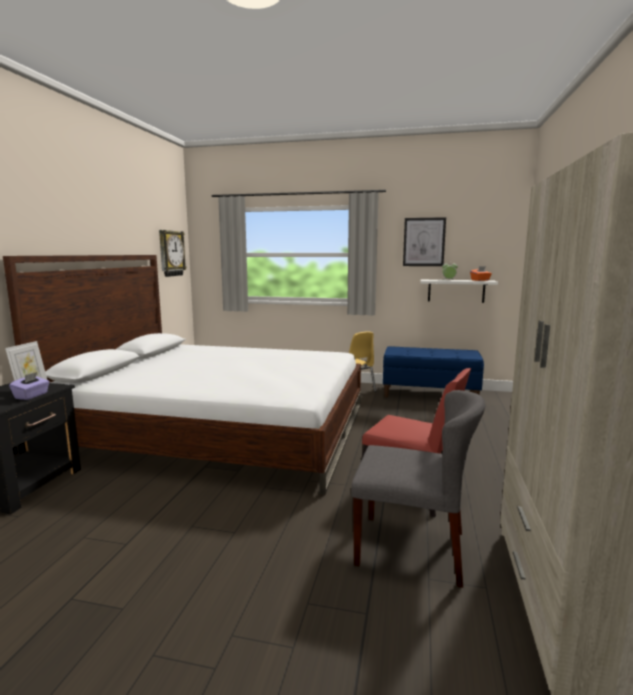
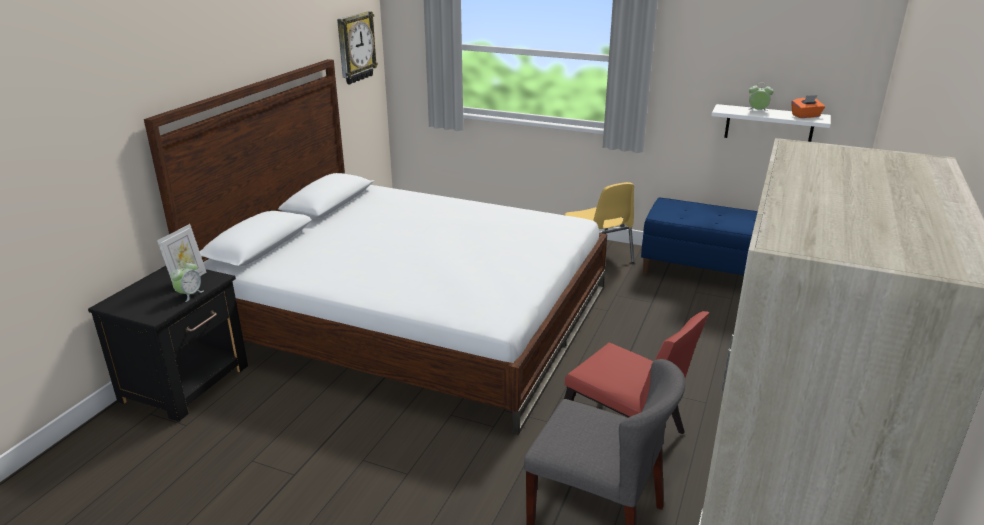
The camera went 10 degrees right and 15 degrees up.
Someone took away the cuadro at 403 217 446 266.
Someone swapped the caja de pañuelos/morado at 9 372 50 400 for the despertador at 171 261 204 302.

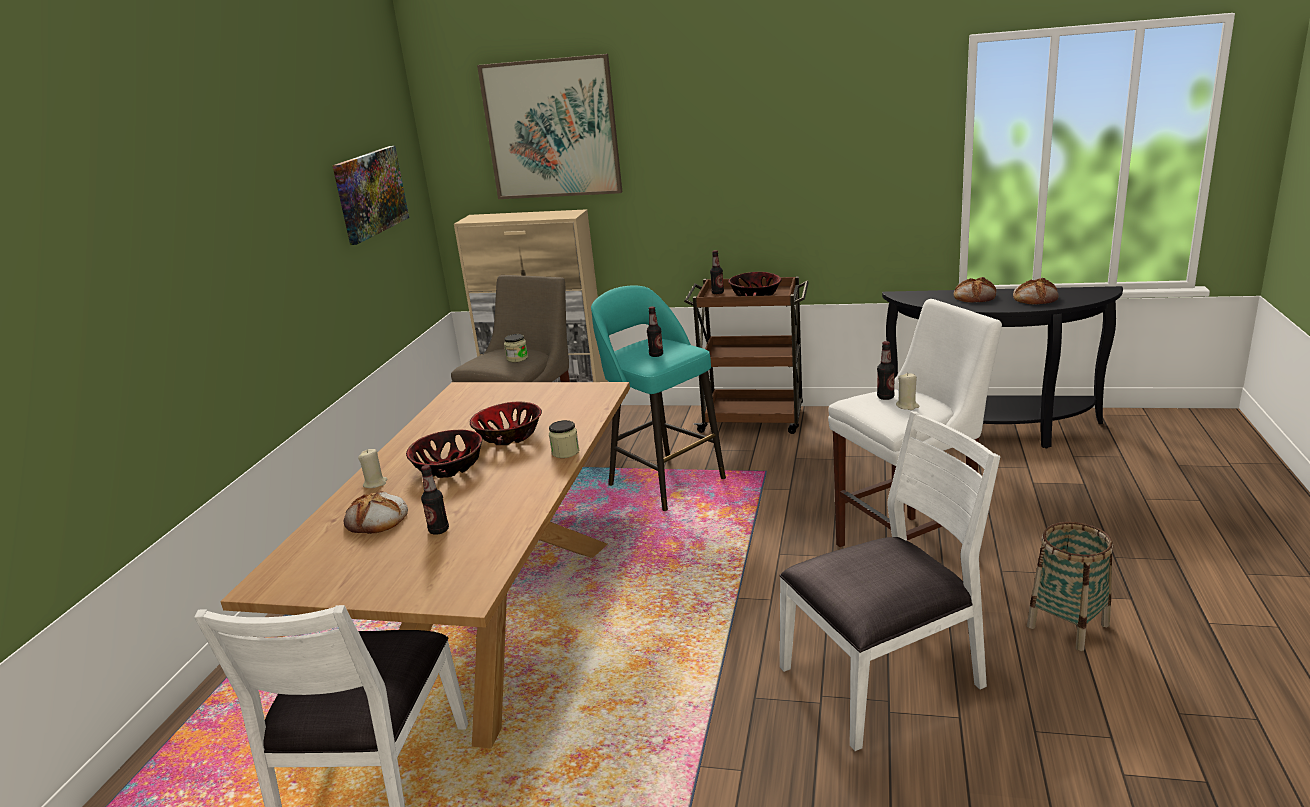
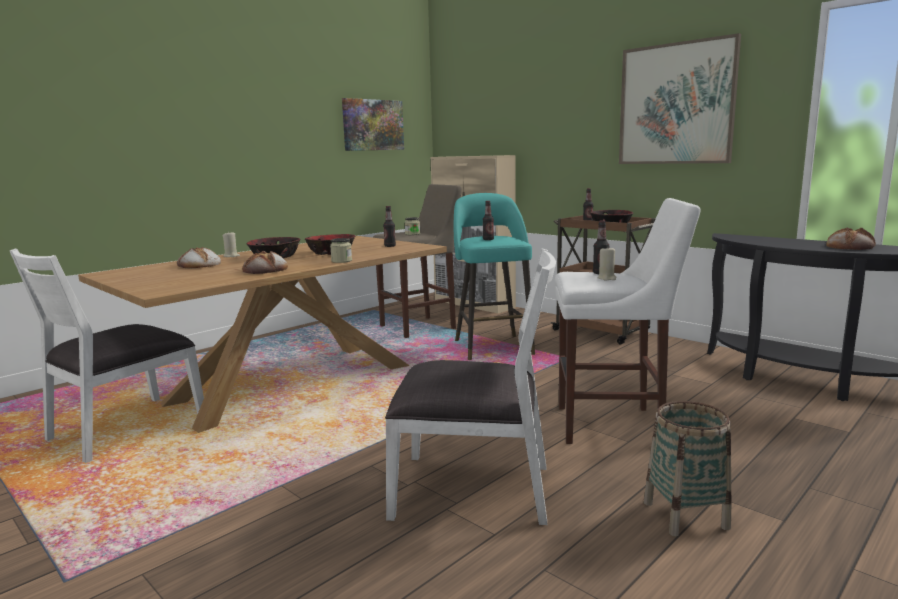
The camera went 30 degrees right and 10 degrees down.
Someone carried the cuadro from 477 54 622 199 to 619 33 741 164.
Someone carried the pan from 954 277 996 303 to 242 251 288 274.
Someone carried the botella from 421 465 449 535 to 383 206 396 247.

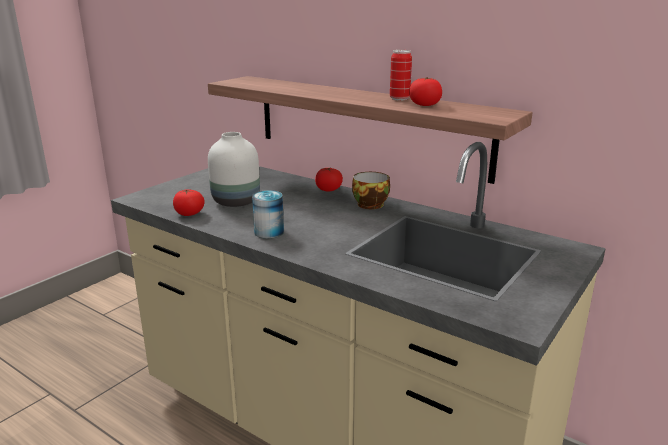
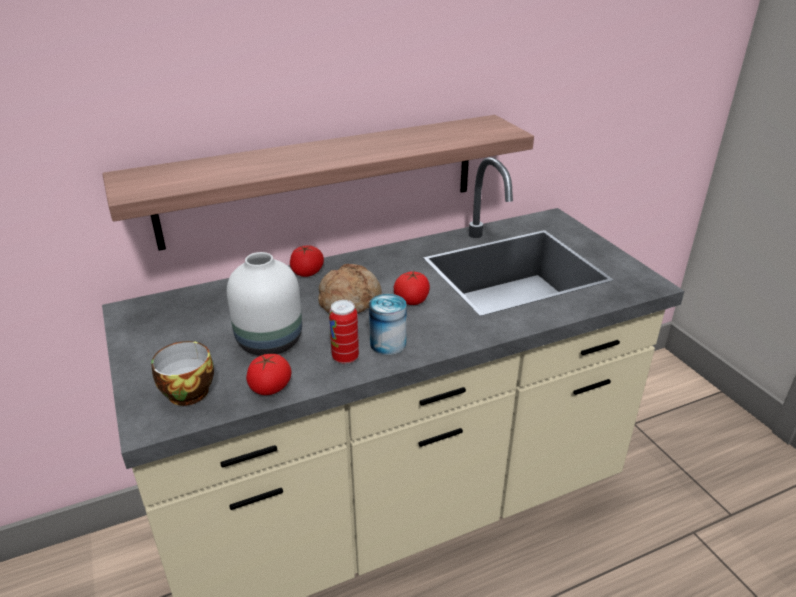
The camera went 60 degrees left and 10 degrees up.
Someone carried the lata from 390 50 412 101 to 329 300 359 364.
Someone carried the tomate from 409 77 442 106 to 394 270 430 305.
Someone carried the taza from 352 172 390 209 to 151 341 214 406.
Someone put down the pan at 318 264 382 314.

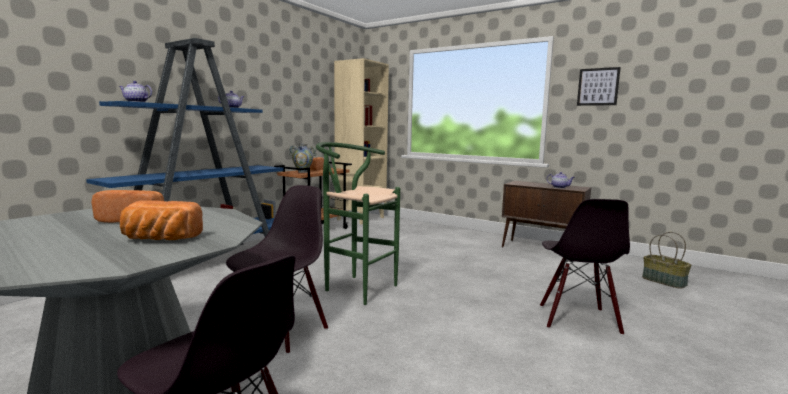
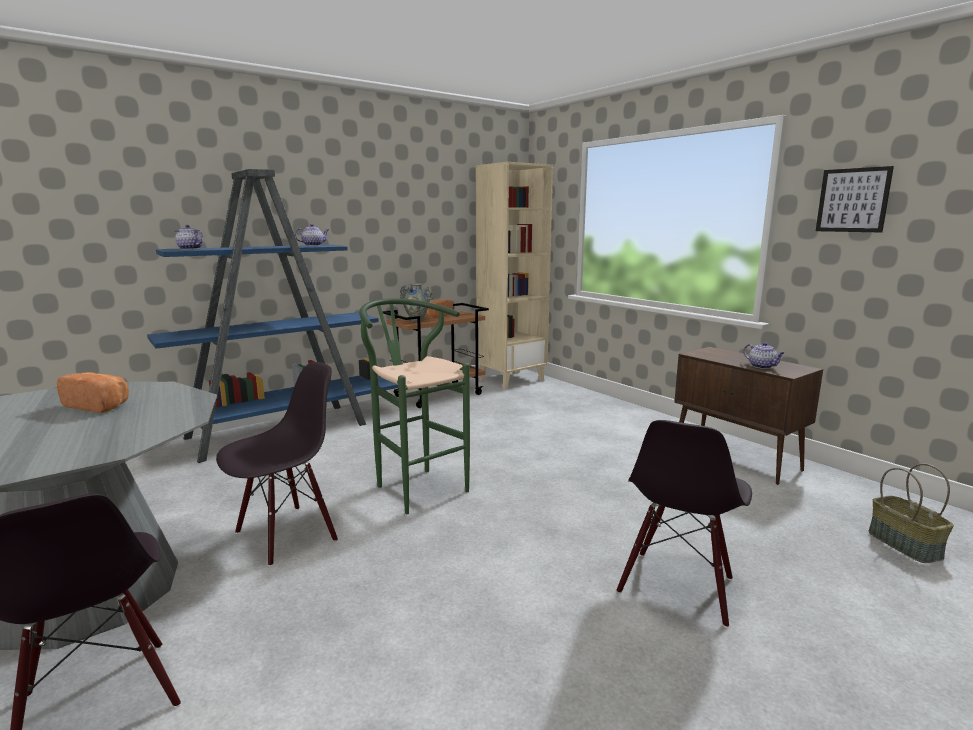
The camera went 20 degrees right and 5 degrees up.
Someone took away the pan at 120 200 203 240.

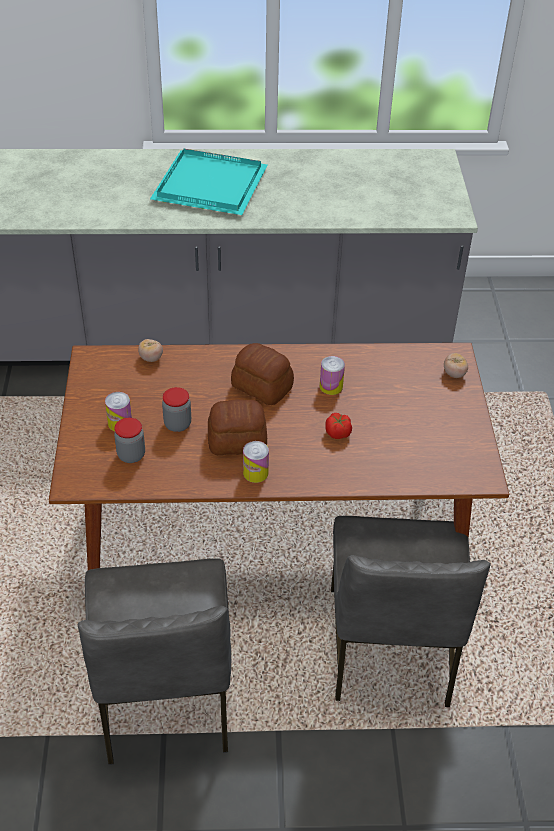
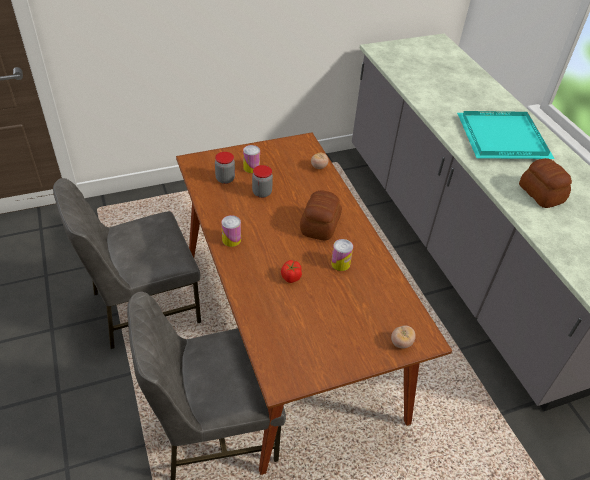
The camera went 70 degrees right and 0 degrees up.
Someone carried the pan from 208 399 267 455 to 519 158 572 208.

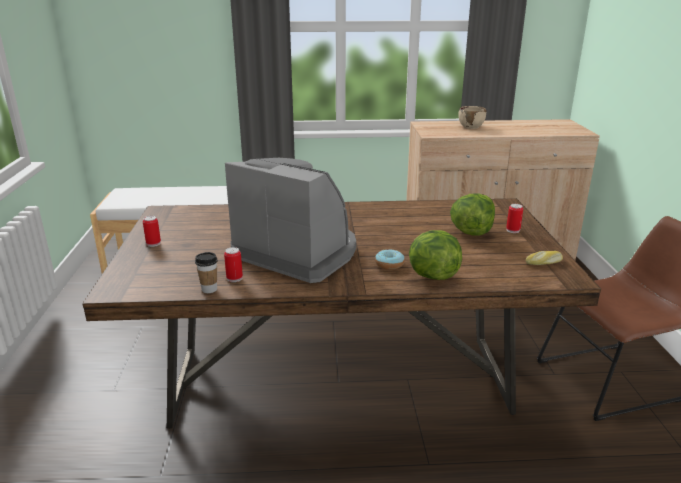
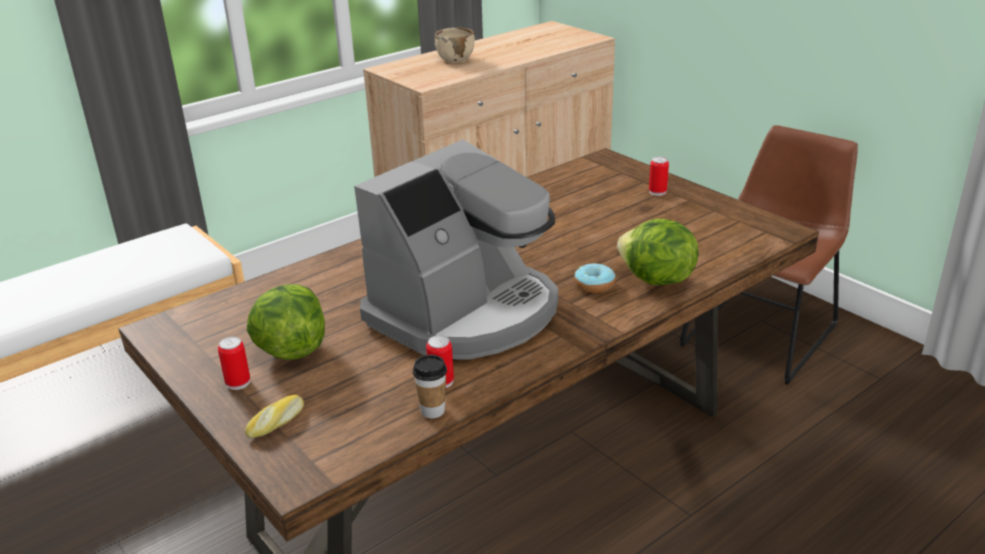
The camera went 35 degrees left and 5 degrees up.
Someone rotated the cafetera at 225 158 356 283 by 135 degrees clockwise.
Someone carried the lechuga from 450 193 495 235 to 247 284 325 360.
Someone carried the pan from 526 251 563 265 to 245 395 304 438.

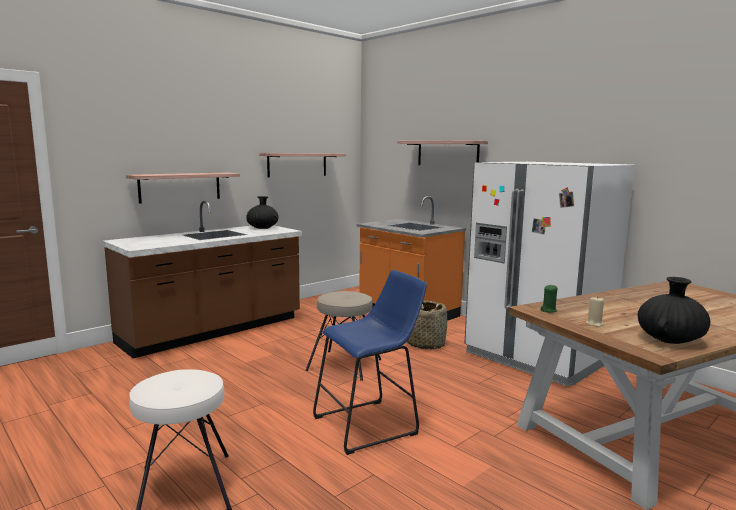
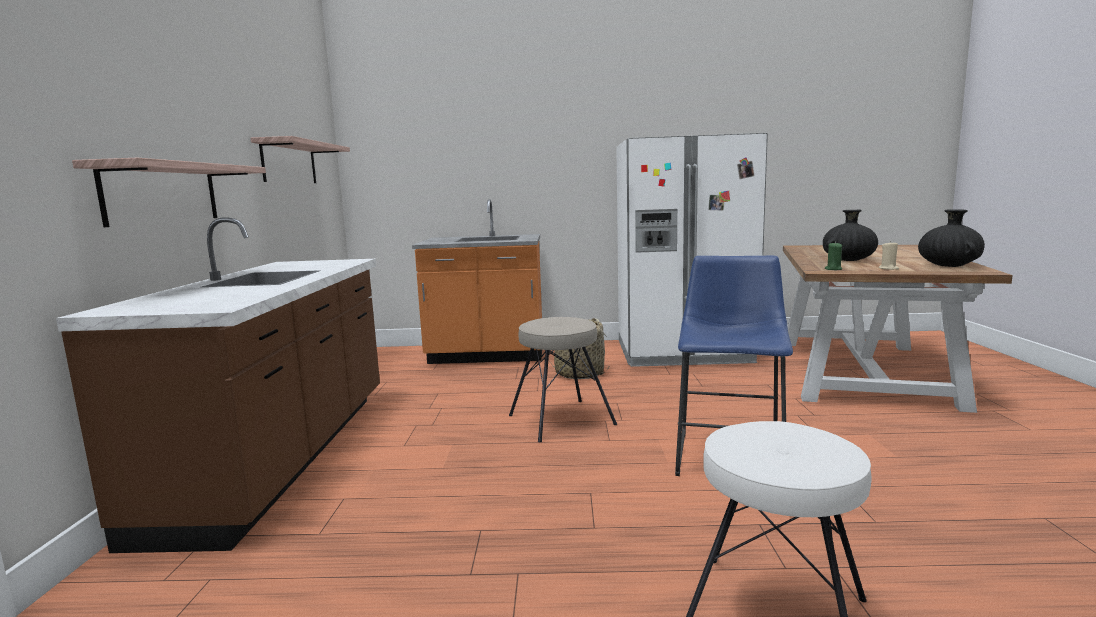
The camera went 45 degrees left and 0 degrees up.
Someone took away the estante at 397 141 488 165.
Someone carried the florero/negro from 246 196 278 229 to 823 210 878 261.

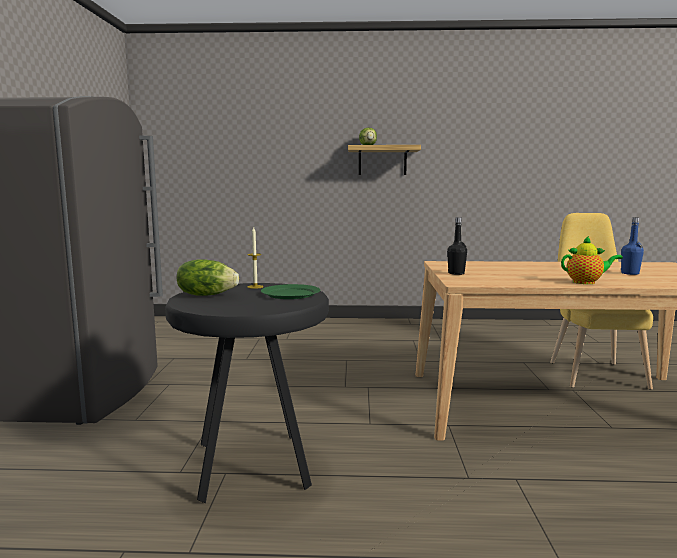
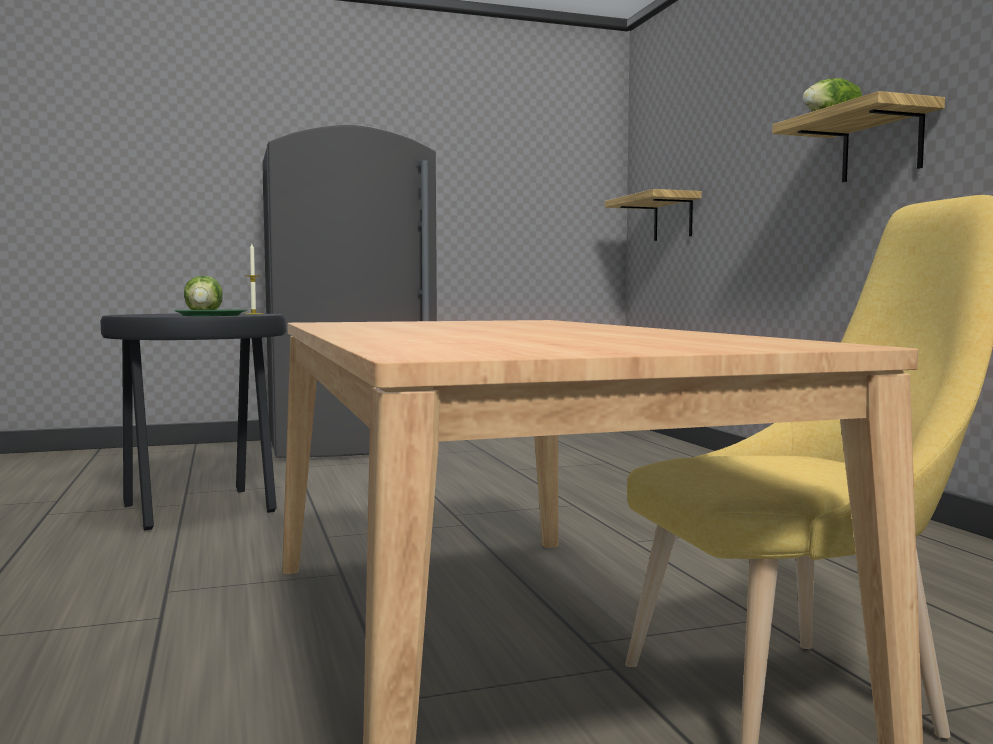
The camera went 70 degrees right and 5 degrees down.
Someone took away the botella/negro at 447 217 467 275.
Someone took away the botella/azul at 621 217 644 275.
Someone took away the tetera at 561 236 623 284.
Someone put up the estante at 605 189 702 241.

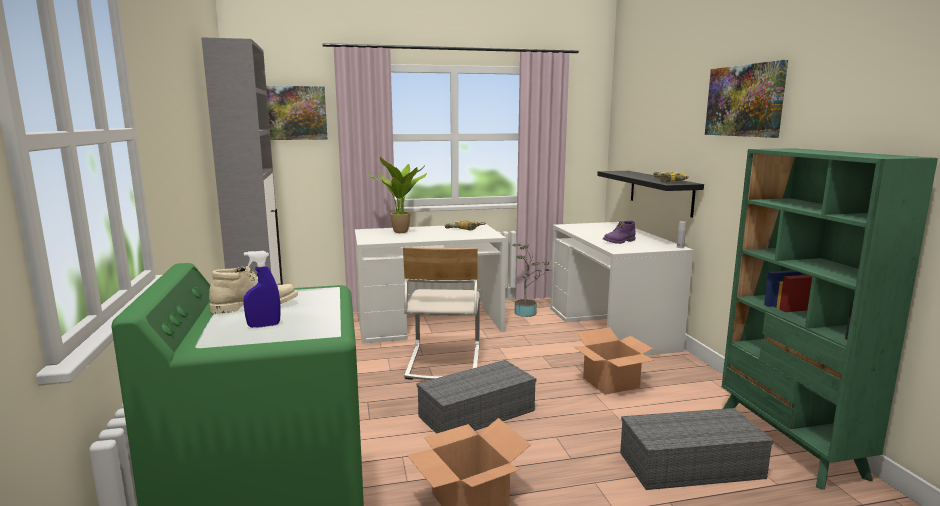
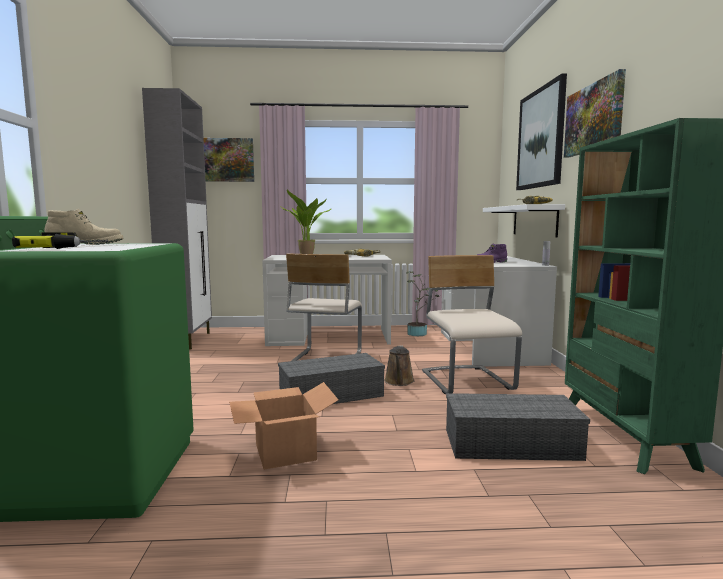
The camera went 10 degrees right and 5 degrees down.
Someone repainted the estante/negro at 597 171 704 218, which became the estante/blanco at 483 204 565 238.
Someone swapped the pulverizador/azul at 243 251 281 328 for the taladro at 12 232 108 249.
Someone swapped the caja de cartón at 574 327 655 395 for the silla/beis at 422 255 522 394.
Someone put up the cuadro at 516 73 567 190.
Someone put down the regadera/marrón at 384 345 415 386.

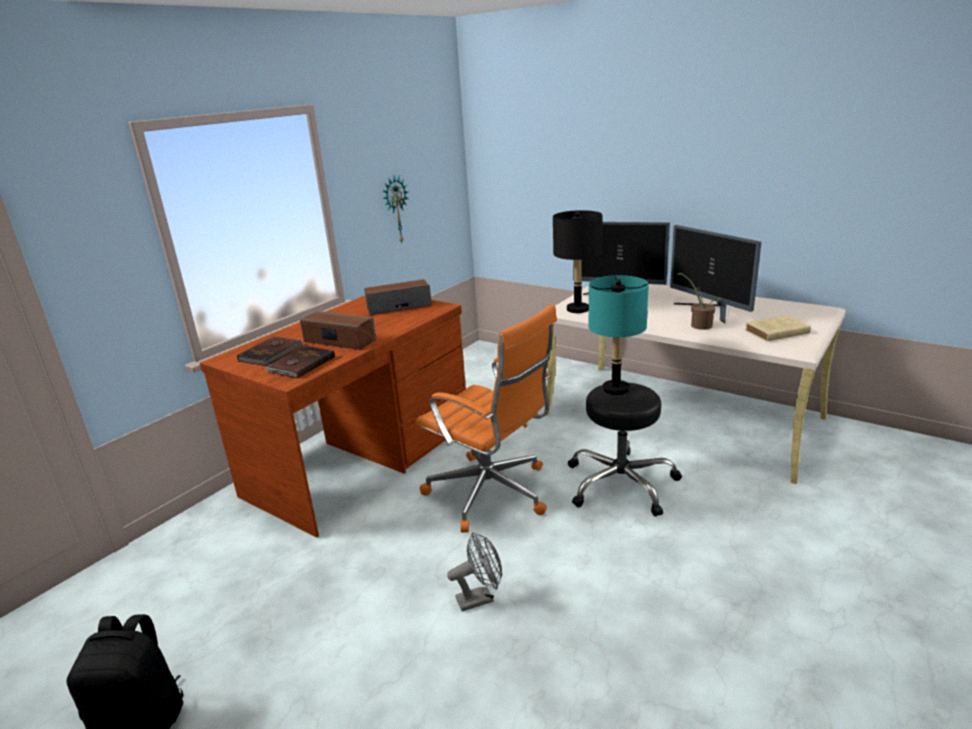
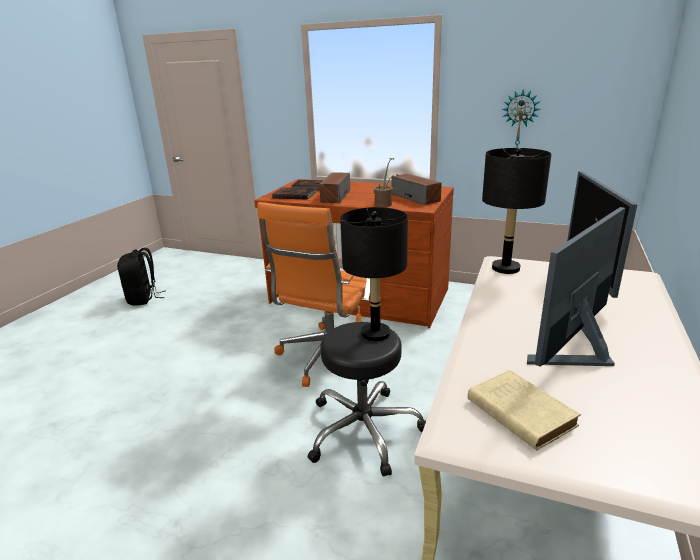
The camera went 75 degrees right and 0 degrees up.
Someone carried the planta en maceta from 678 273 723 330 to 374 158 399 207.
Someone repainted the lámpara de mesa/turquesa at 589 275 649 395, which became the lámpara de mesa/negro at 340 207 408 341.
Someone took away the ventilador/gris at 447 532 502 612.

